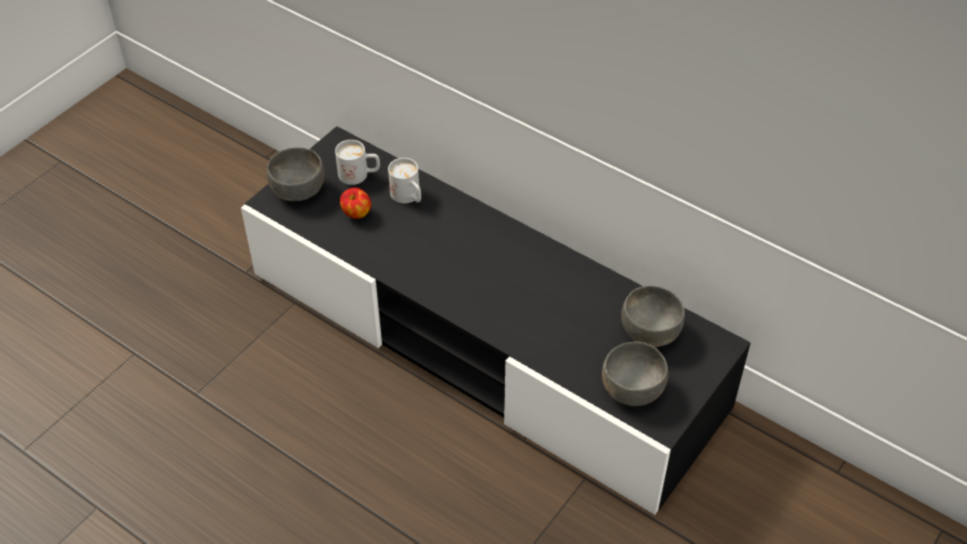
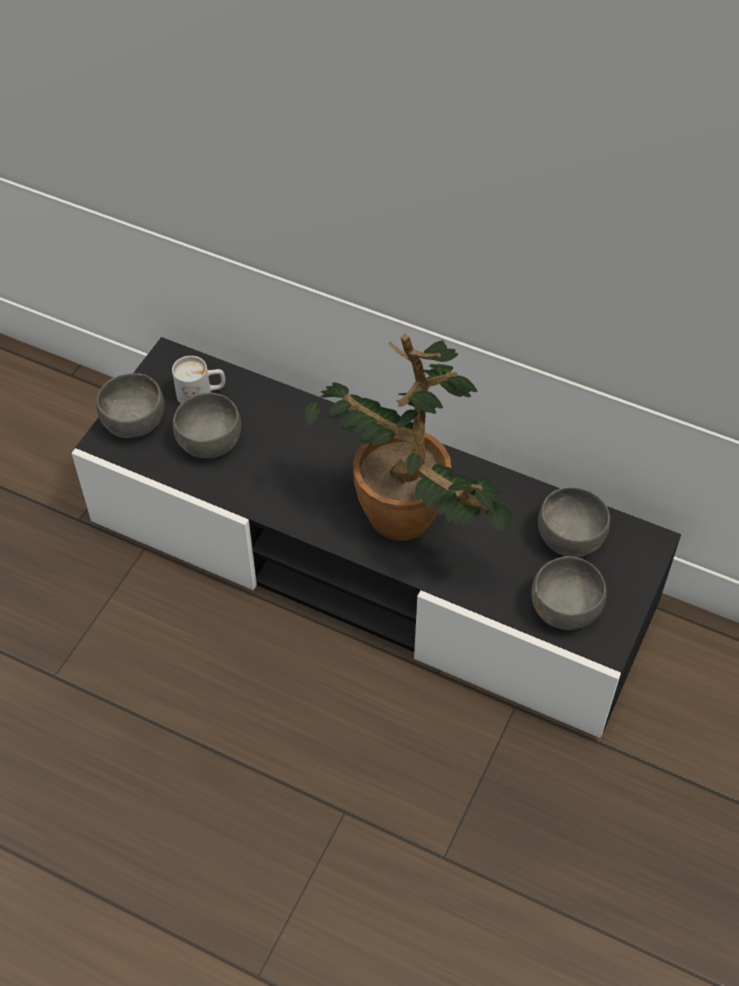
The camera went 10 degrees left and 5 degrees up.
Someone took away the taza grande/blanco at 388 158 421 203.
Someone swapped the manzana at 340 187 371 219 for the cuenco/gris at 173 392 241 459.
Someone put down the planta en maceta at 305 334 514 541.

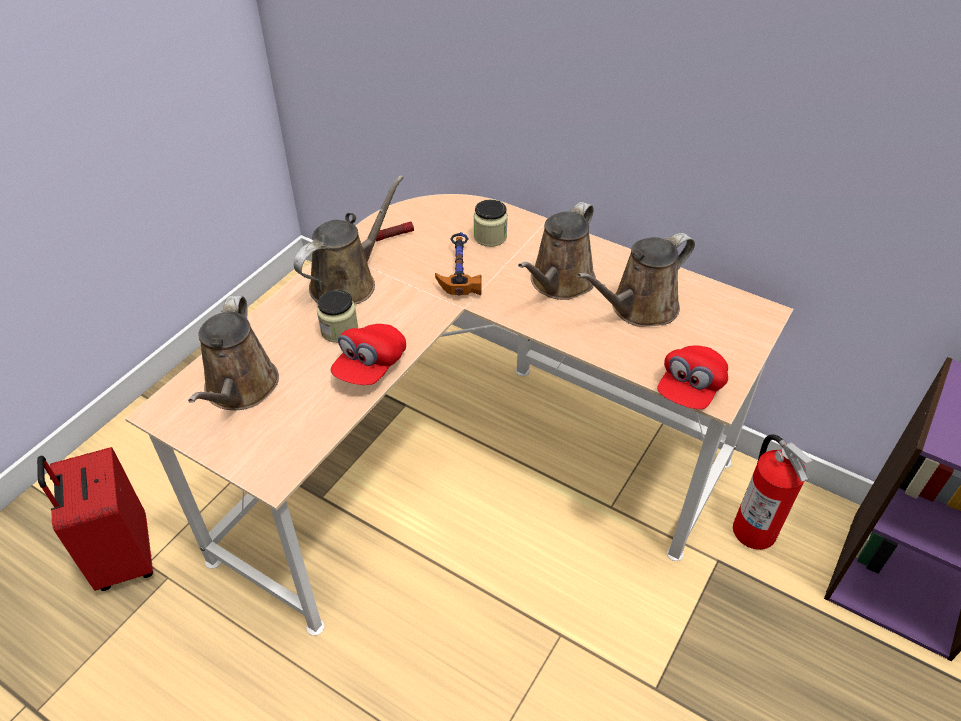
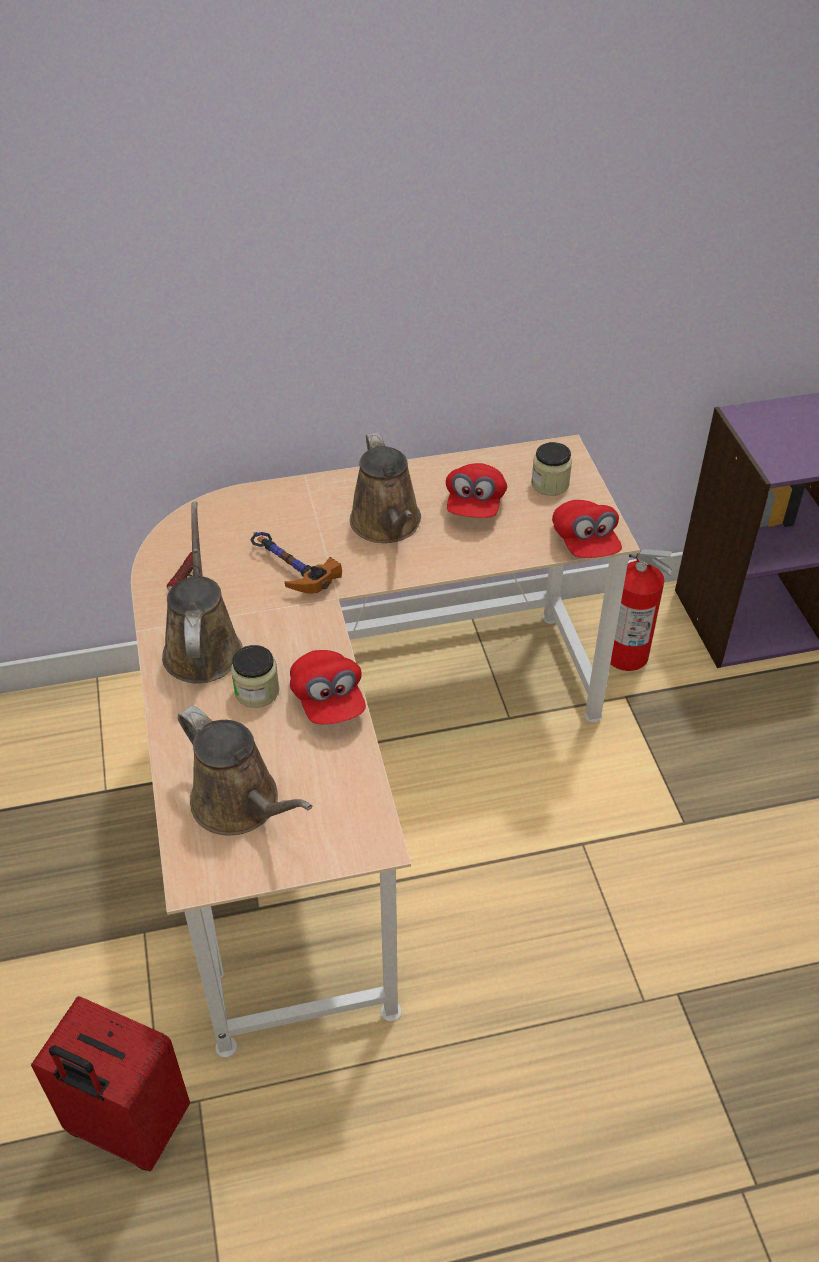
The camera went 45 degrees left and 0 degrees up.
Someone carried the tarro from 474 200 508 247 to 531 442 572 496.
Someone swapped the regadera/marrón at 577 233 695 327 for the gorra/rojo at 446 463 507 518.

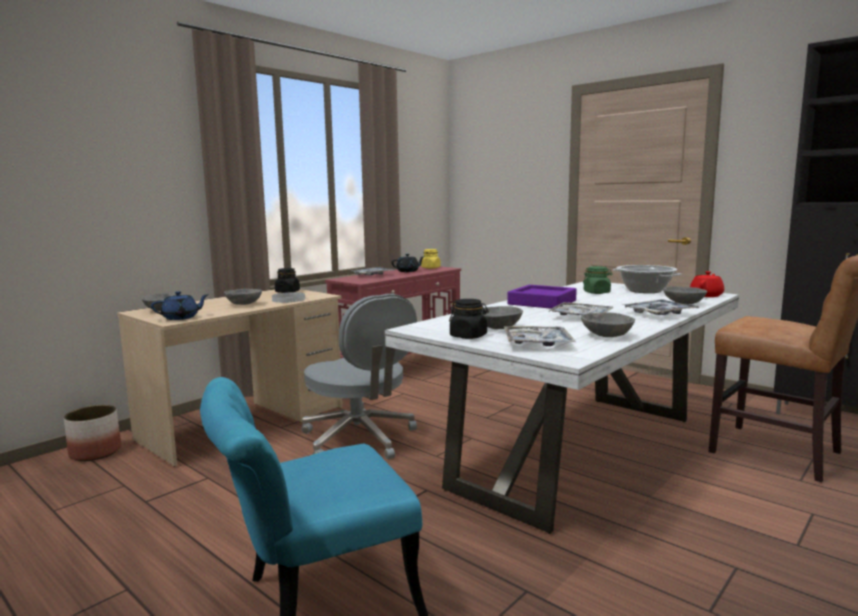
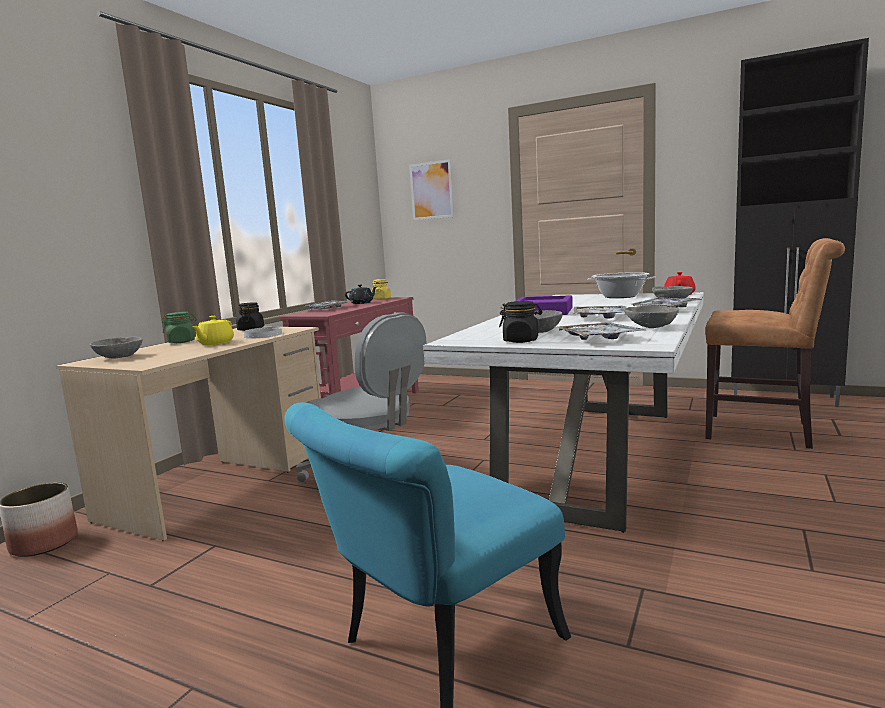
The camera went 15 degrees left and 0 degrees up.
Someone carried the tarro/verde from 583 266 612 294 to 162 312 197 343.
Someone swapped the cuenco/gris at 224 289 262 305 for the tetera/amarillo at 192 316 234 345.
Someone took away the tetera/azul at 151 291 209 320.
Someone put up the cuadro at 409 159 454 220.

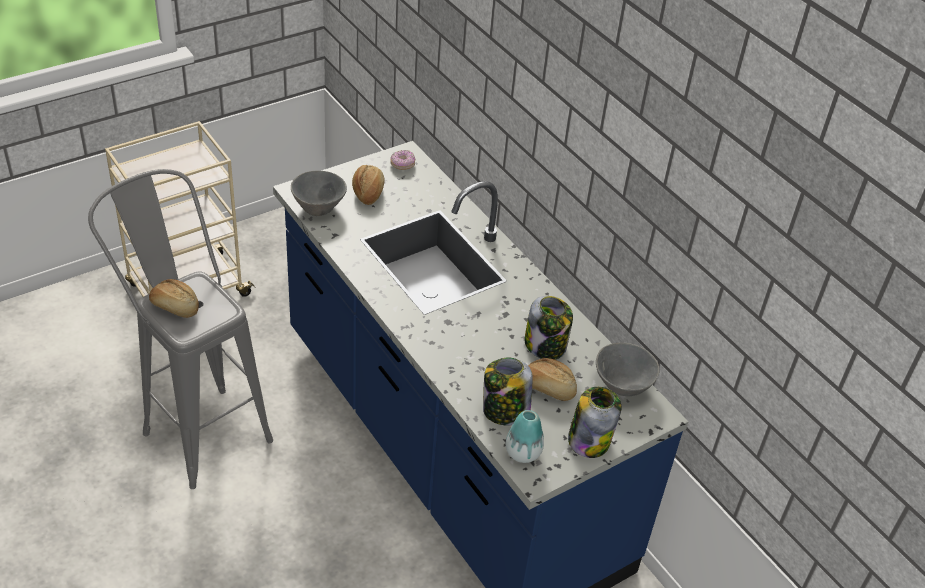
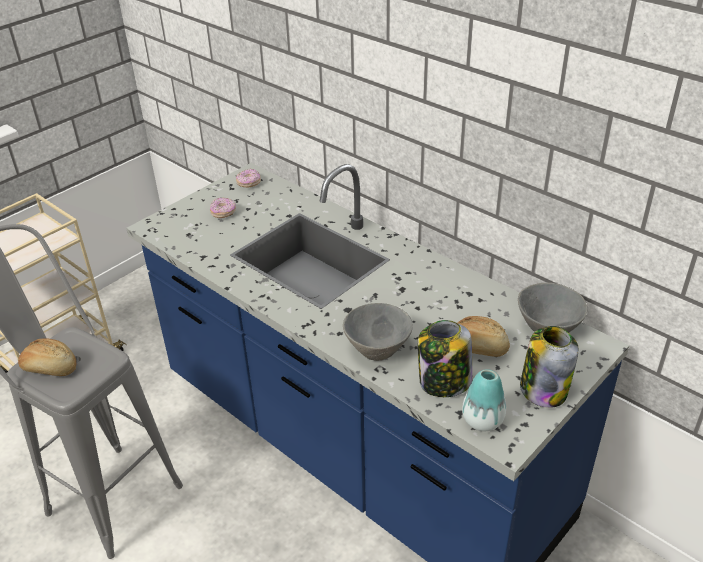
The camera went 10 degrees left and 5 degrees down.
Someone swapped the pan at 352 165 385 205 for the rosquilla at 210 197 236 218.
Someone carried the cuenco/gris from 291 171 347 216 to 343 303 413 361.
Someone took away the tarro at 525 296 573 360.

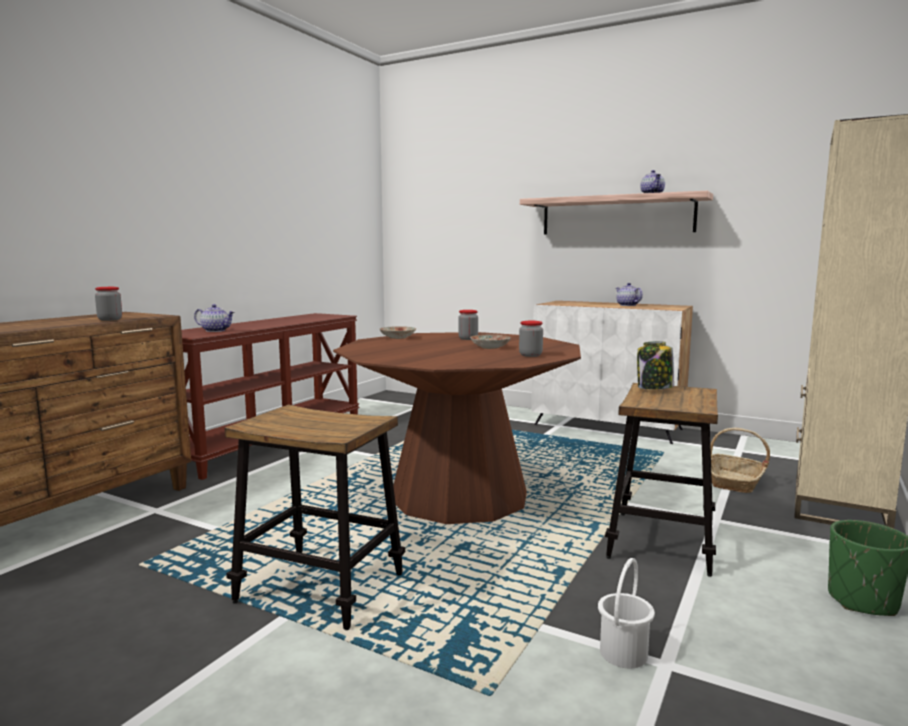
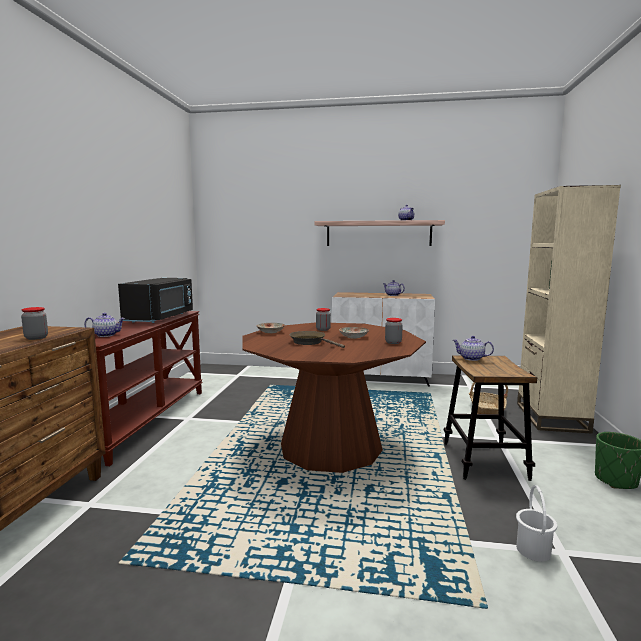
The camera went 20 degrees left and 0 degrees up.
Someone swapped the tarro at 637 341 674 389 for the tetera at 452 336 494 361.
Someone took away the taburete at 225 404 405 630.
Someone put down the microondas/negro at 118 278 193 323.
Someone put down the sartén/marrón at 289 331 345 348.

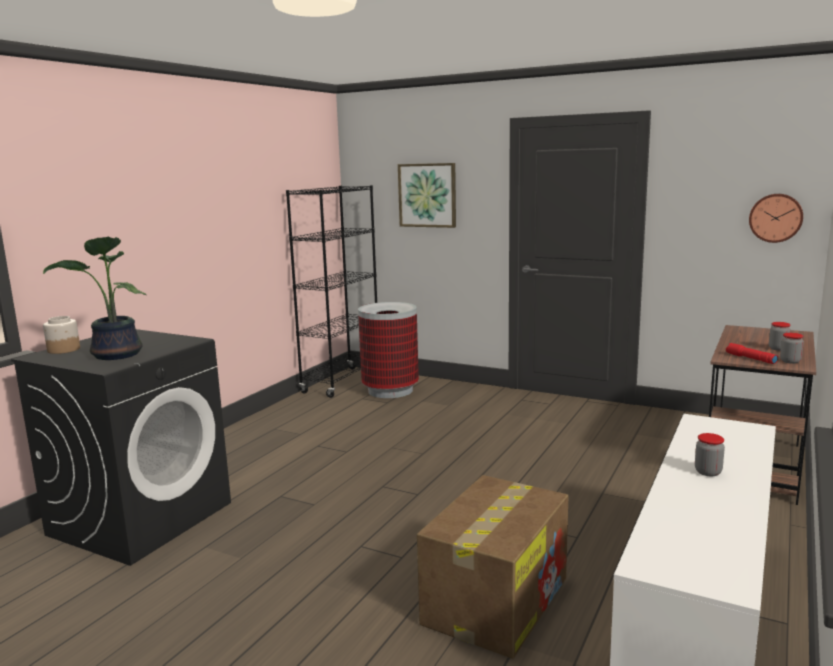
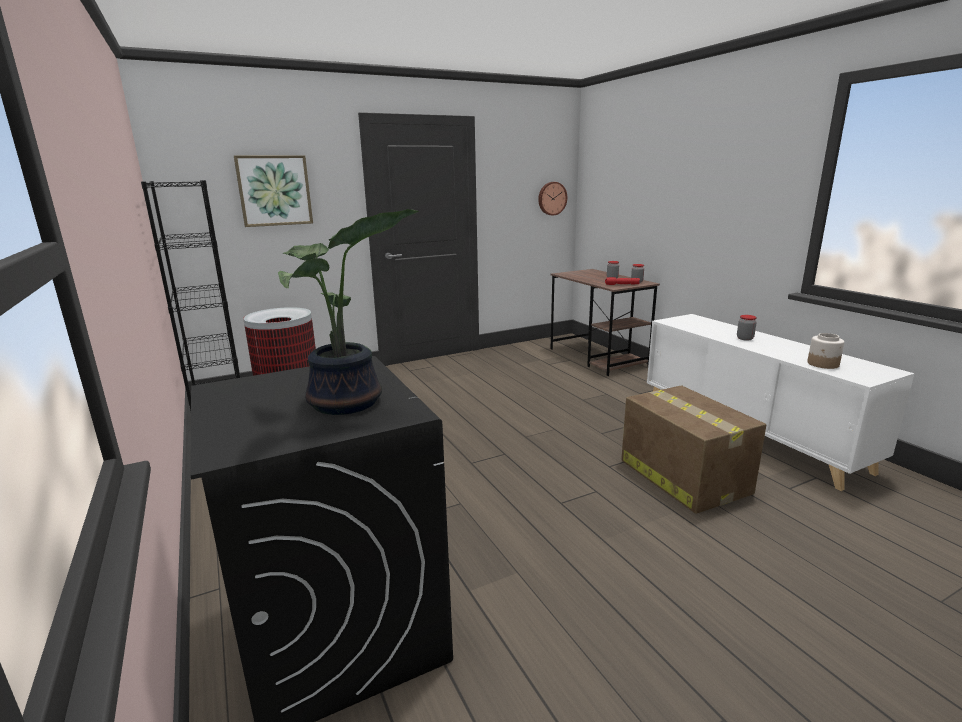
The camera went 55 degrees left and 5 degrees up.
Someone carried the tarro from 43 316 80 354 to 807 333 845 369.

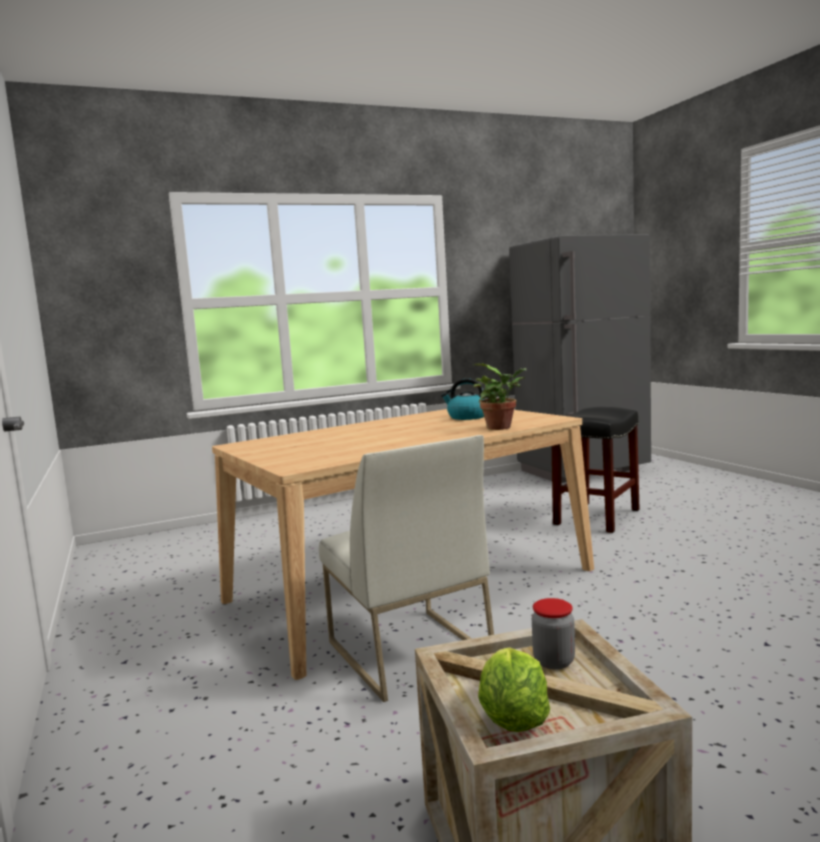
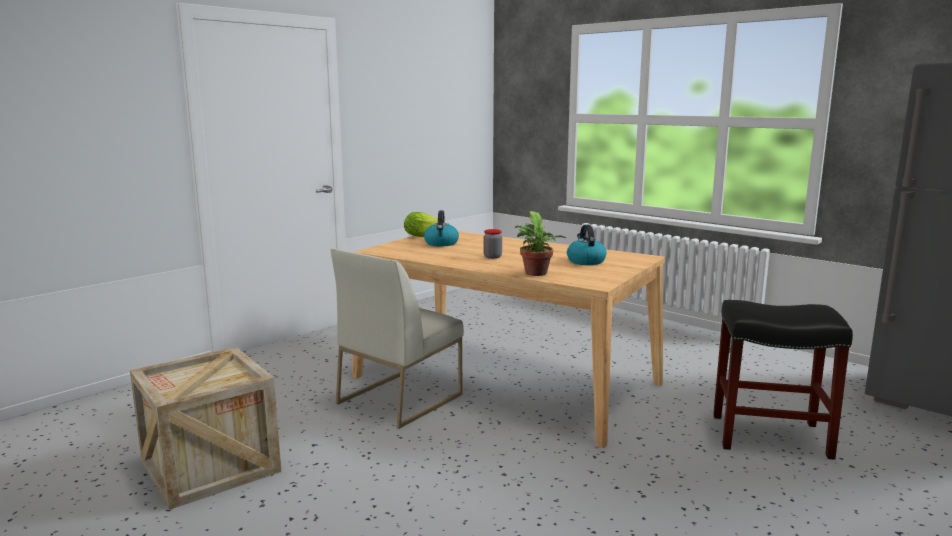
The camera went 65 degrees right and 5 degrees up.
Someone carried the tarro from 532 598 575 670 to 483 229 502 259.
Someone carried the lechuga from 478 647 550 732 to 404 212 438 237.
Someone put down the hervidor at 424 210 459 246.

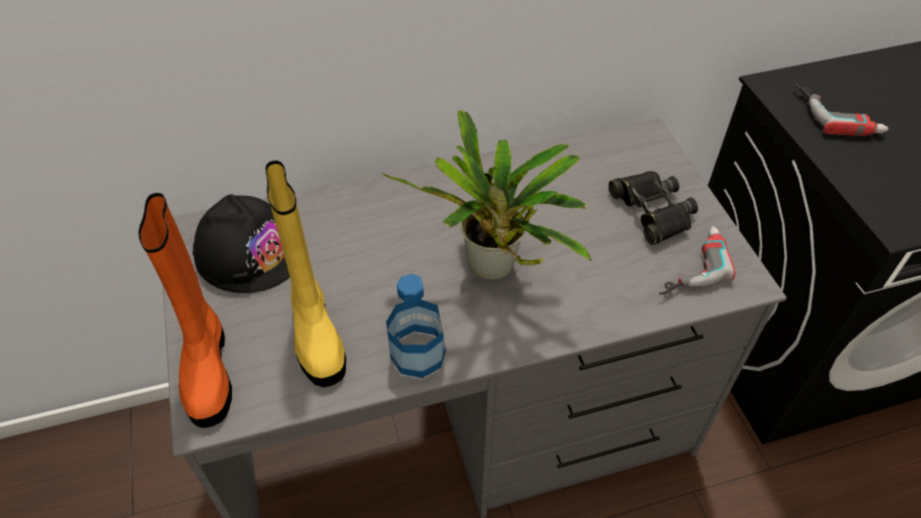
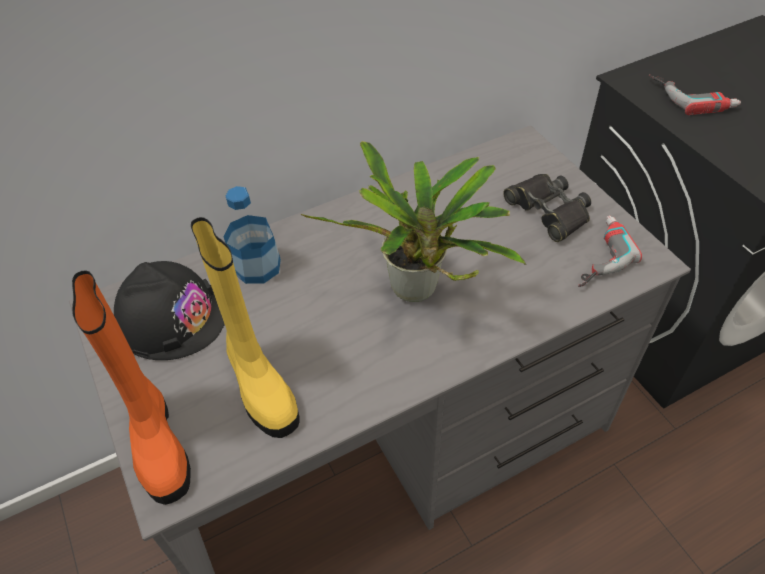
The camera went 10 degrees left and 0 degrees up.
Someone carried the botella from 386 274 446 378 to 224 186 281 284.

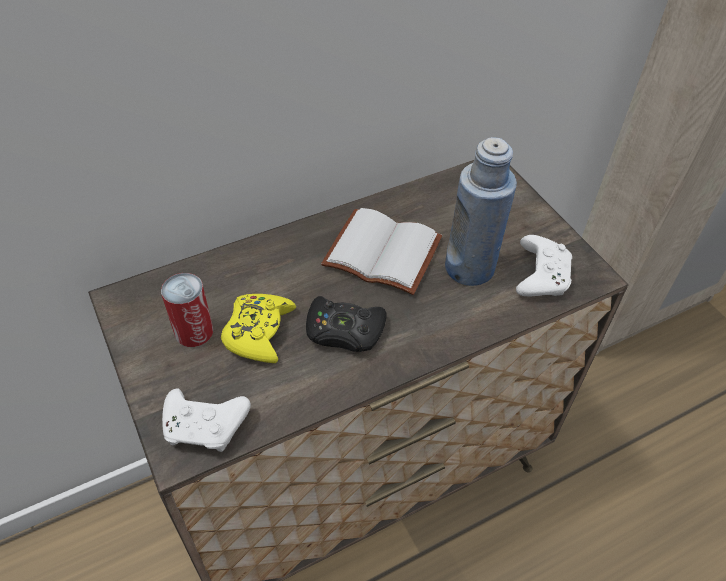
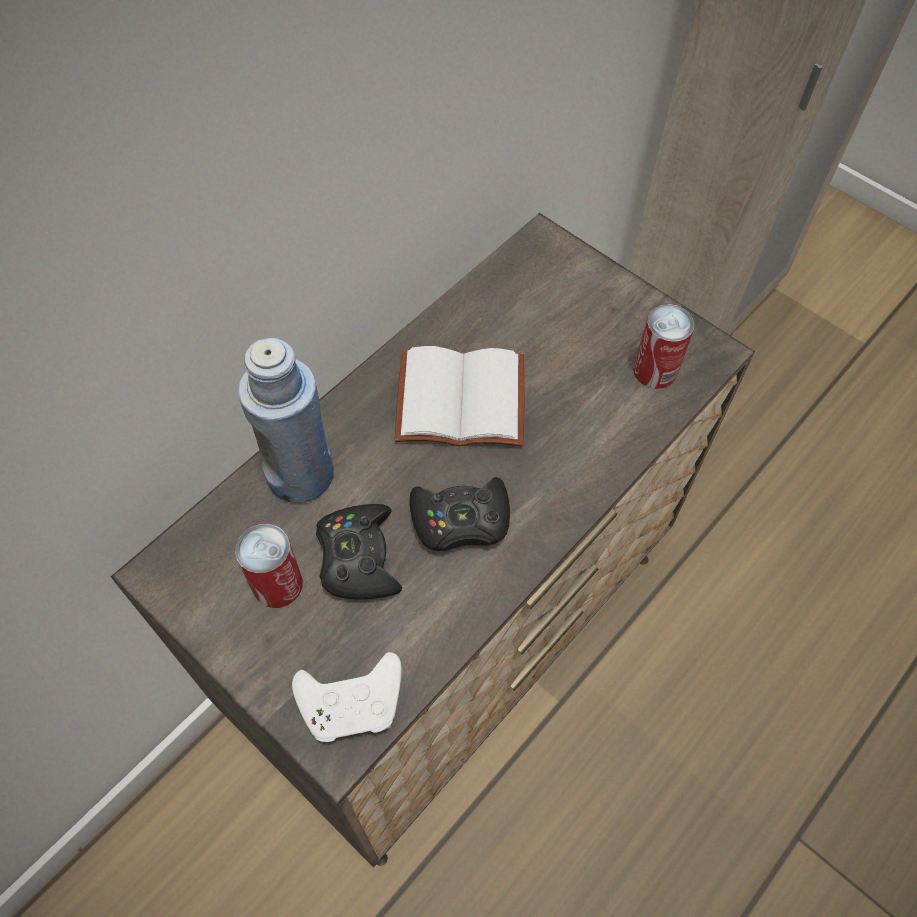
The camera went 20 degrees left and 10 degrees up.
Someone carried the botella/azul from 445 137 517 286 to 238 338 333 503.
Someone swapped the mando de consola/blanco at 516 235 572 296 for the lata at 633 304 695 389.
Someone repainted the mando de consola/amarillo at 221 294 296 363, which became the mando de consola/negro at 316 504 402 599.

